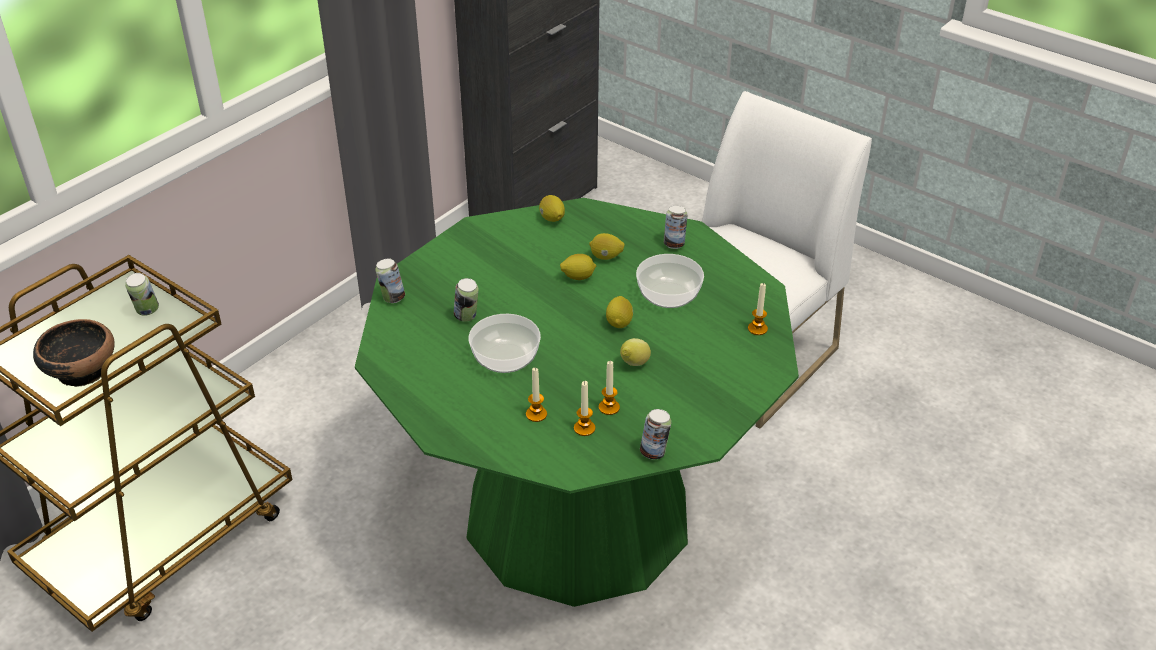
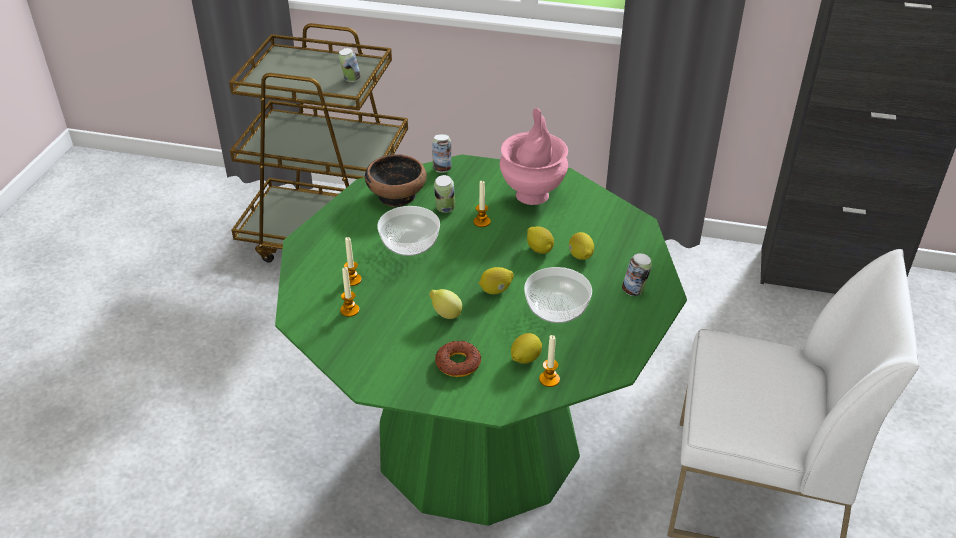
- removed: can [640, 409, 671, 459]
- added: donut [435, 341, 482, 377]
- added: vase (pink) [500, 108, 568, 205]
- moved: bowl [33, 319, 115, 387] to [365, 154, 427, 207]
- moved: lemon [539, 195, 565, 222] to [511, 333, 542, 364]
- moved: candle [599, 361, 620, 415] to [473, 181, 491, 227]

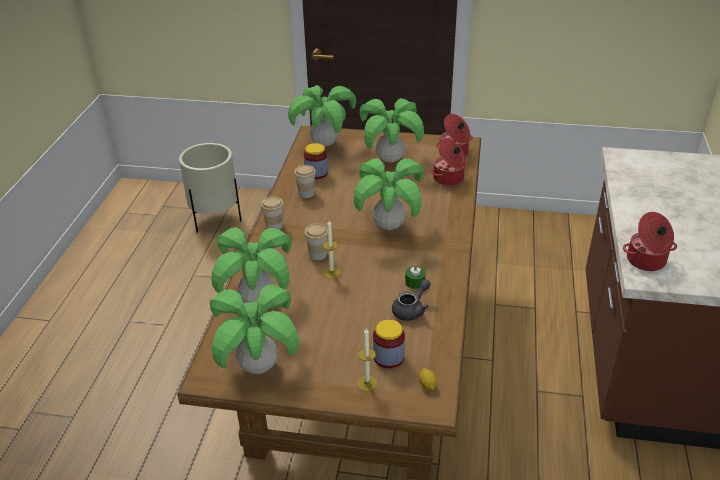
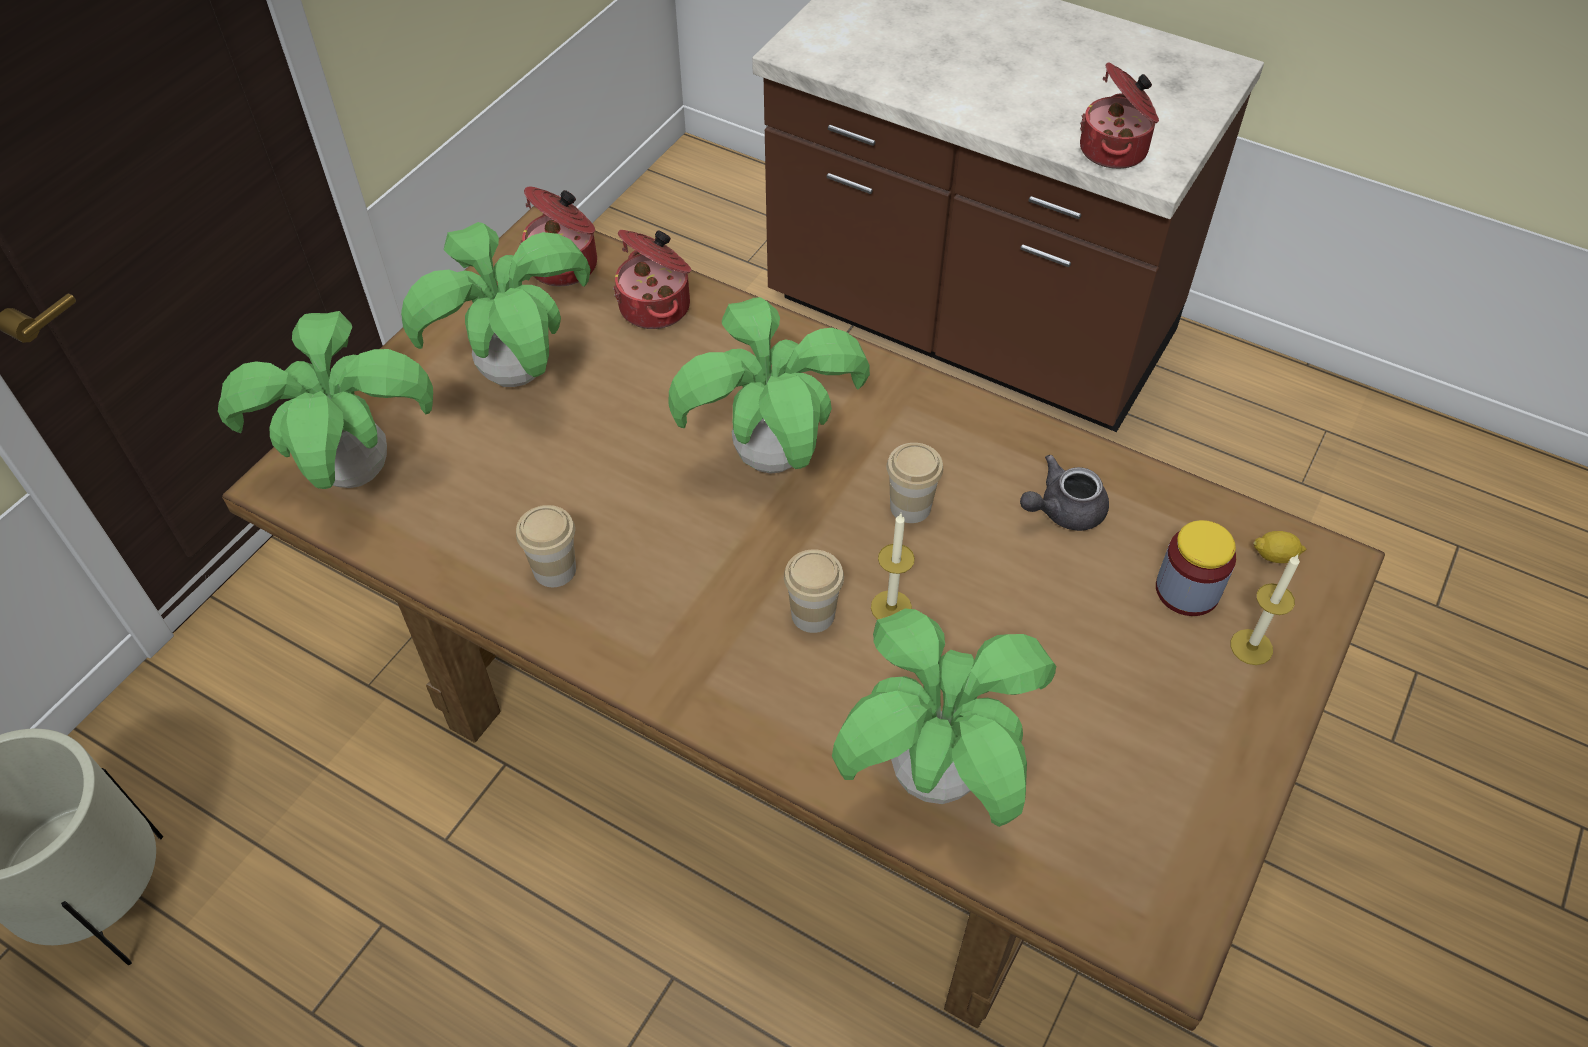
- removed: potted plant [210, 284, 299, 374]
- removed: jar [304, 143, 328, 179]
- removed: candle (green) [405, 264, 425, 289]
- moved: cup [261, 196, 284, 230] to [887, 443, 943, 523]
- turned: teapot (grey) [392, 279, 431, 321] = [1020, 455, 1109, 531] 90 degrees counterclockwise

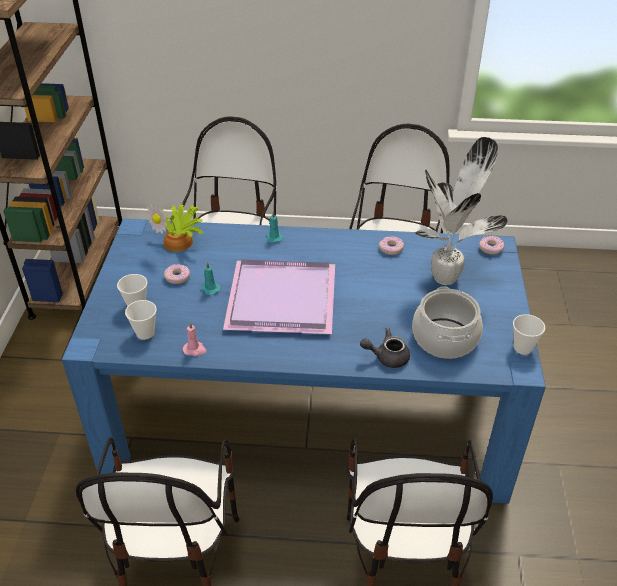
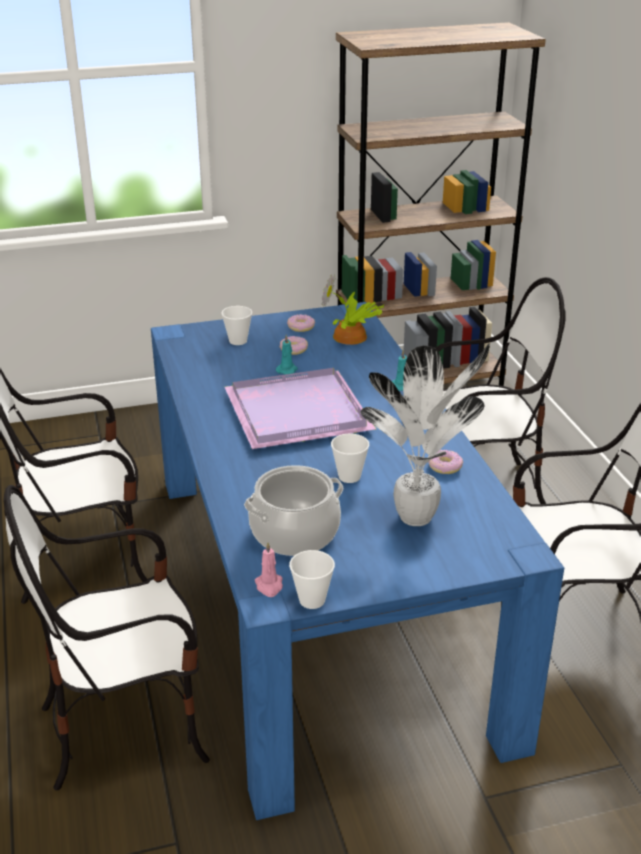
- removed: teapot (grey) [360, 328, 410, 368]
- moved: cup [125, 300, 157, 340] to [331, 434, 369, 483]
- moved: candle (pink) [183, 322, 207, 356] to [255, 542, 283, 597]
- moved: donut [479, 236, 504, 255] to [287, 314, 315, 332]

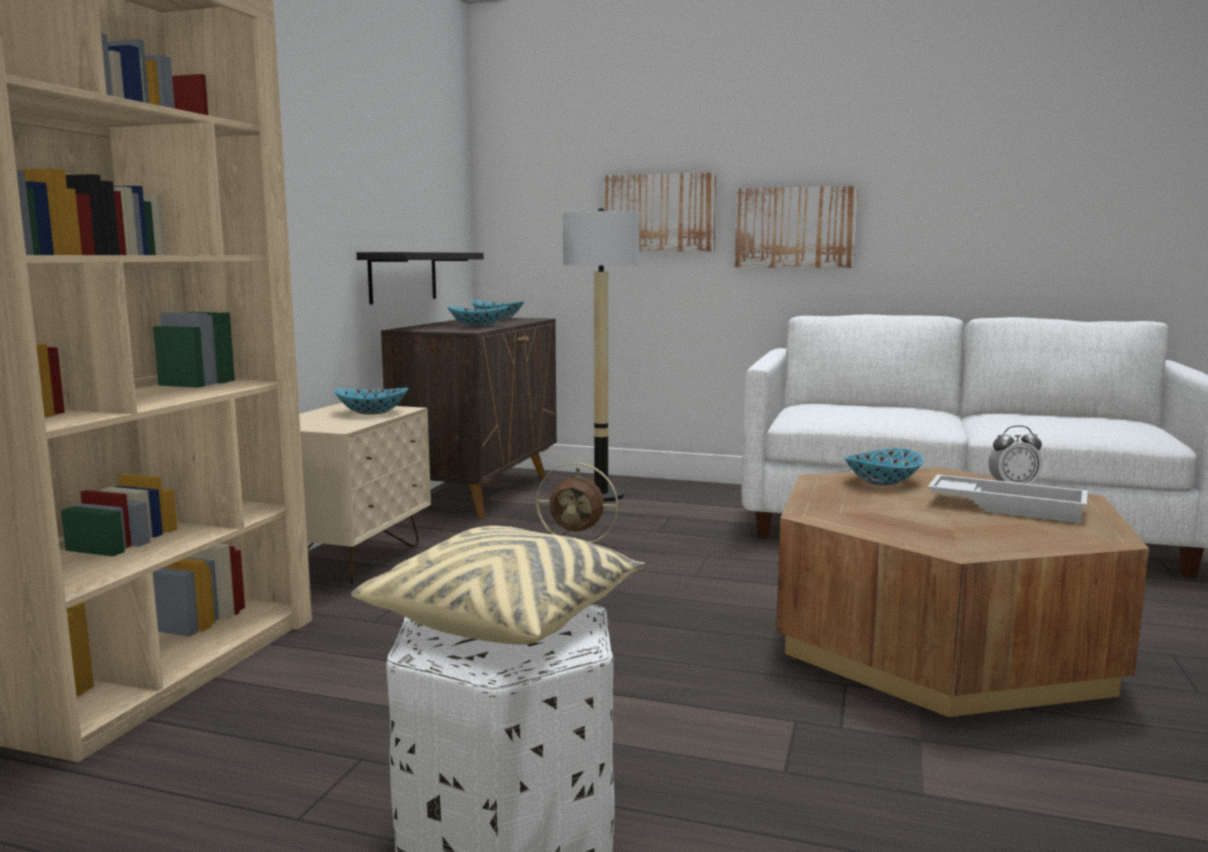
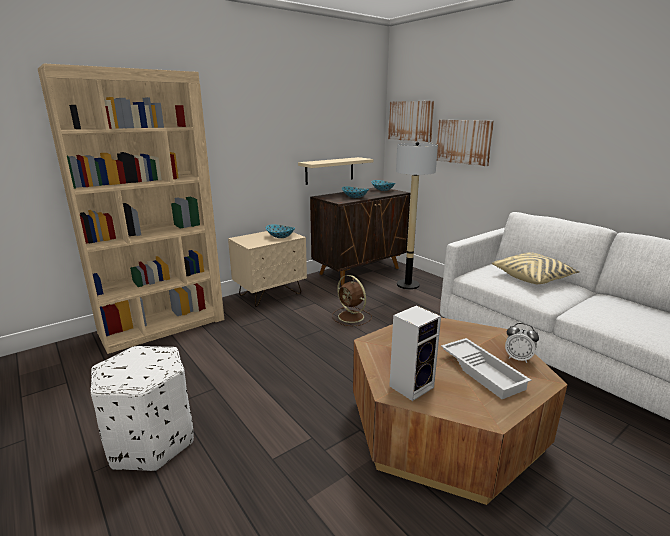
- removed: bowl [844, 448, 924, 486]
- added: speaker [389, 305, 441, 401]
- moved: pillow (beige) [351, 526, 646, 645] to [492, 253, 580, 284]
- moved: picture [735, 186, 858, 268] to [388, 101, 434, 142]
- recoloured: shelf (black) [357, 252, 484, 305] to shelf (beige) [298, 157, 373, 185]

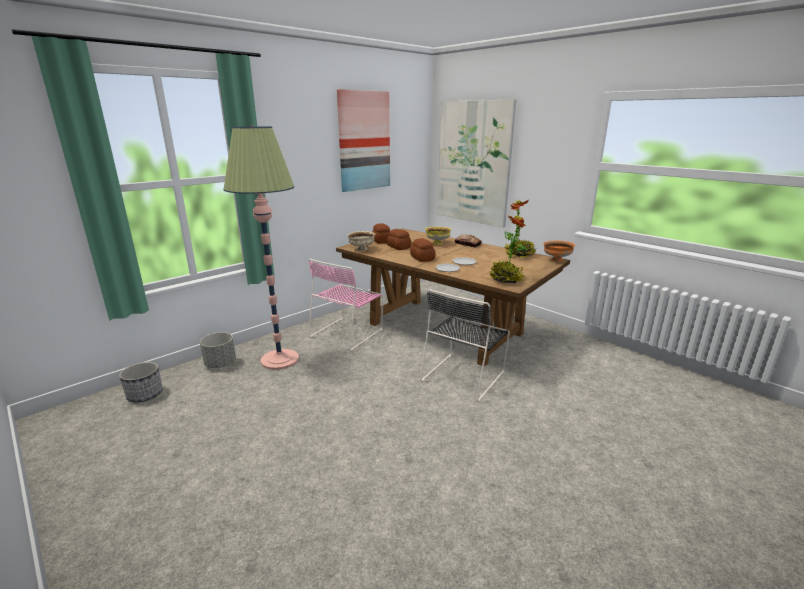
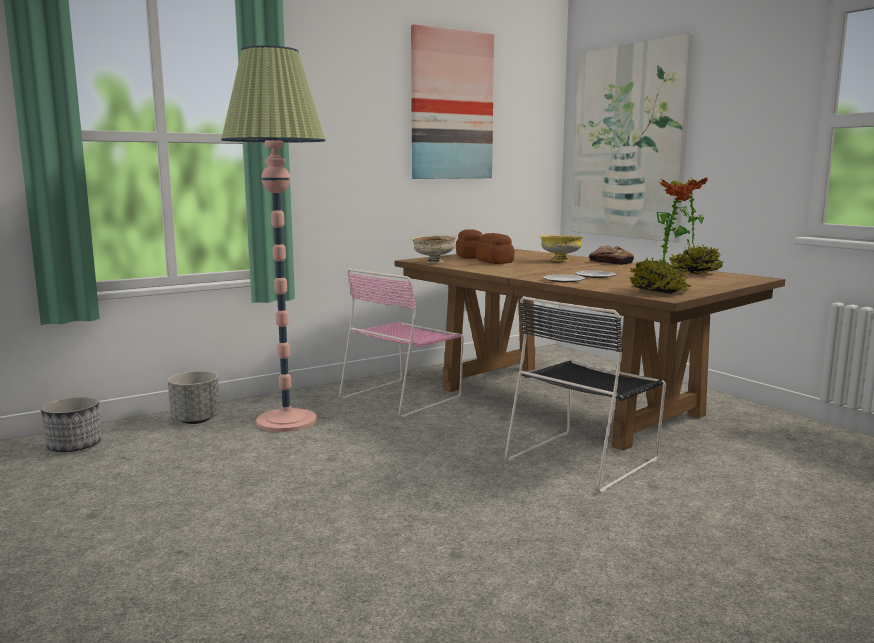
- removed: bread [410, 238, 435, 262]
- removed: bowl (orange) [543, 241, 575, 262]

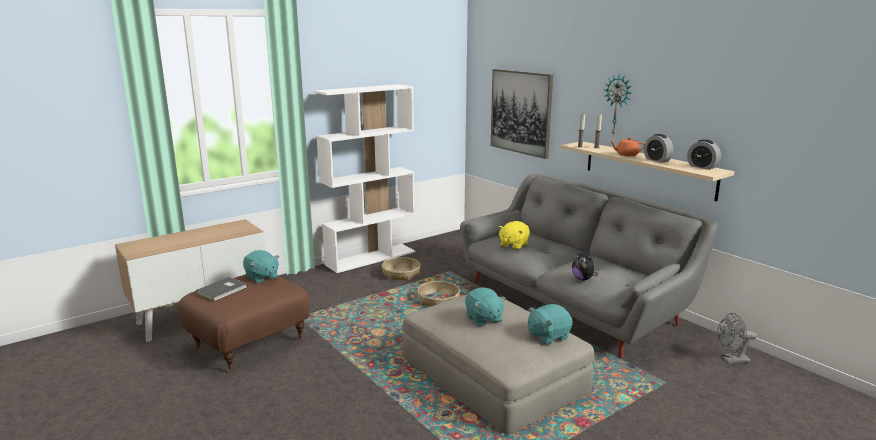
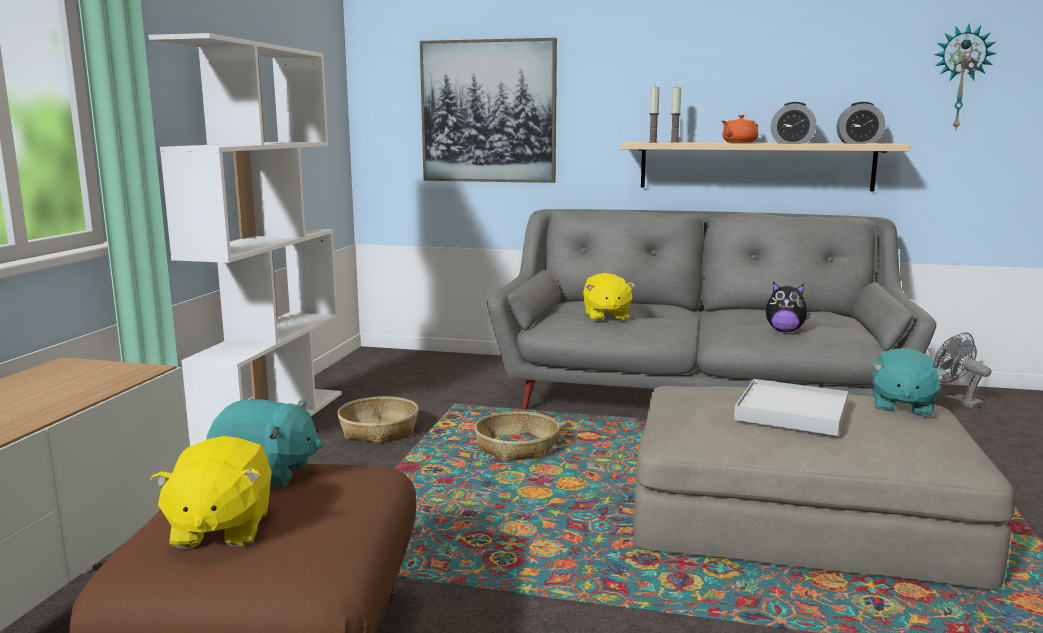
- moved: wall clock [604, 74, 631, 136] to [934, 24, 997, 131]
- replaced: book (grey) [196, 277, 247, 301] to plush toy (yellow) [150, 436, 272, 549]
- replaced: plush toy (turquoise) [465, 287, 506, 327] to tray (white) [734, 379, 848, 436]
- turned: fan (grey) [718, 313, 757, 364] = [934, 332, 992, 409] 105 degrees clockwise

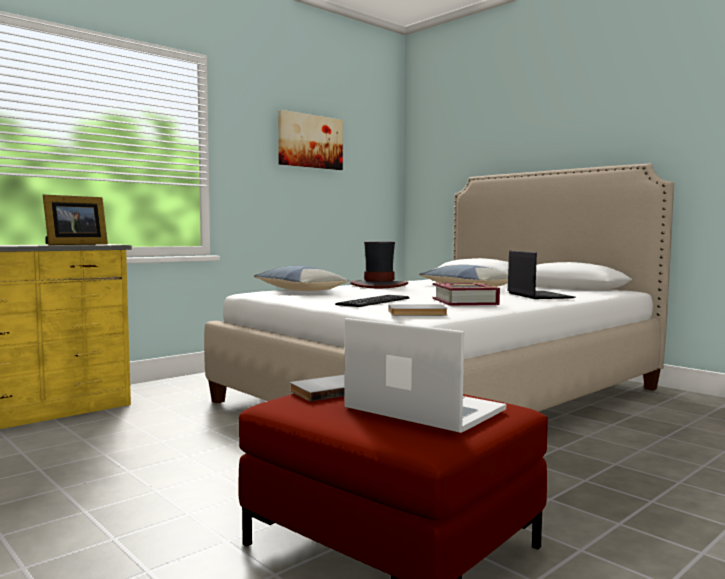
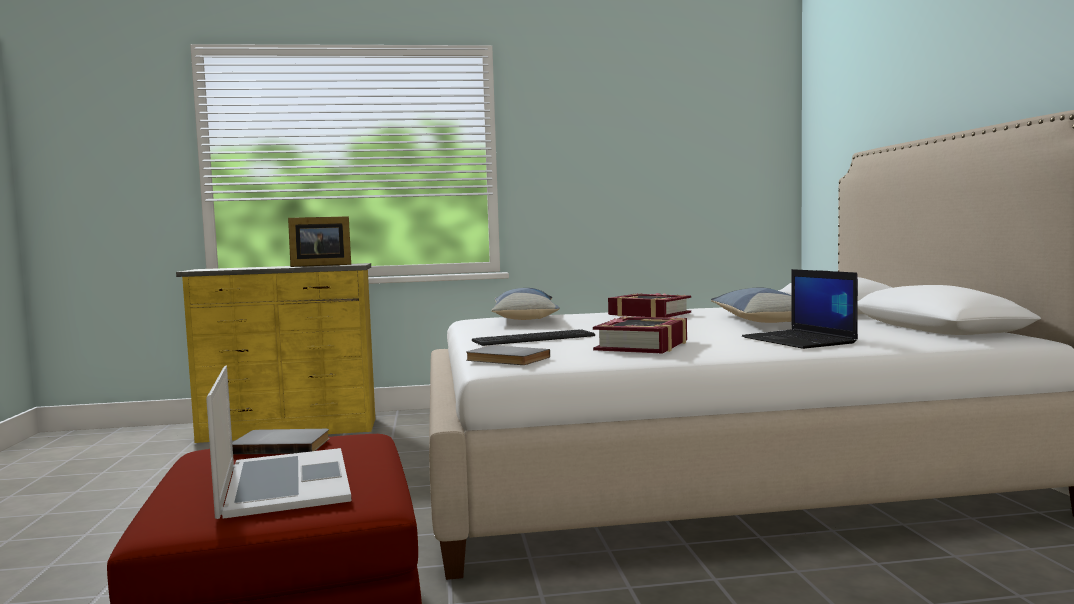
- removed: picture [278, 110, 343, 170]
- replaced: hat [350, 241, 408, 288] to book [608, 293, 691, 317]
- turned: laptop [507, 251, 576, 299] = [742, 269, 858, 349] 135 degrees clockwise

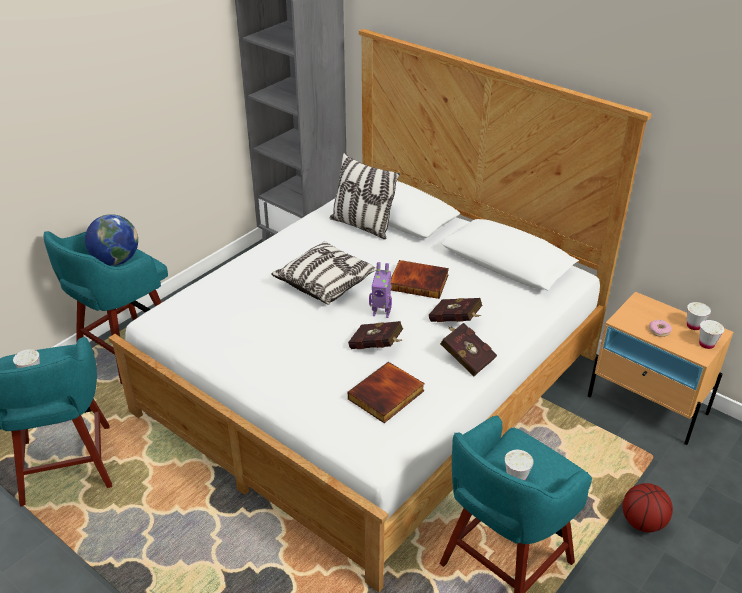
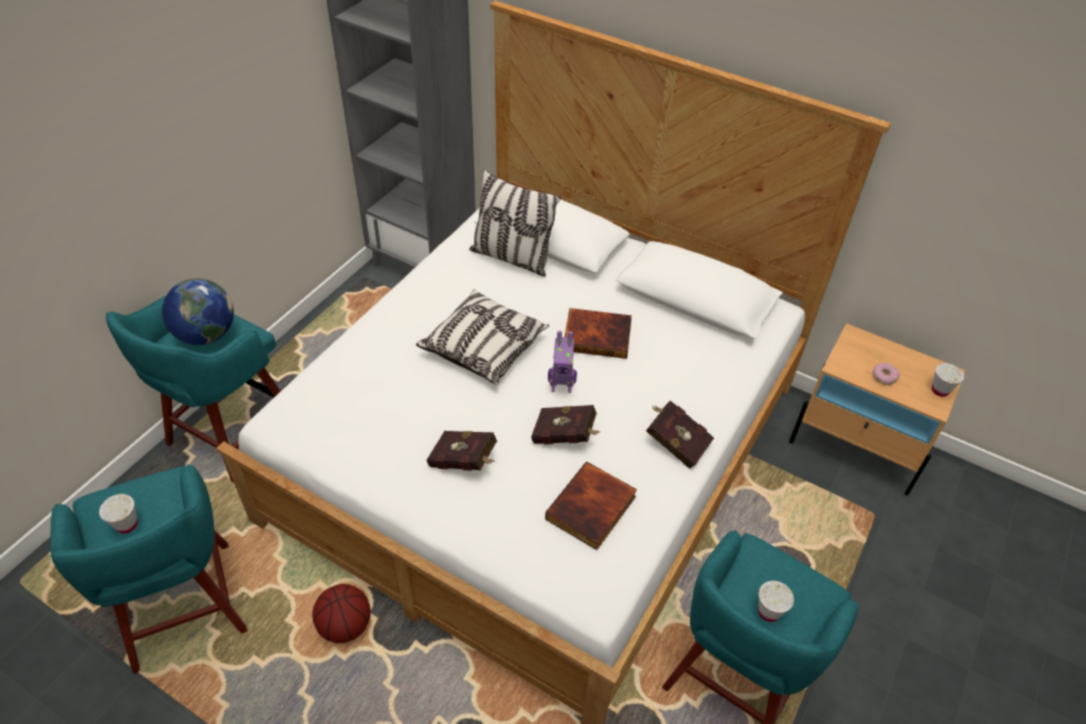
- removed: cup (white) [687, 302, 711, 330]
- moved: book (red) [429, 298, 483, 322] to [427, 431, 497, 471]
- moved: basketball [622, 483, 673, 532] to [312, 584, 371, 643]

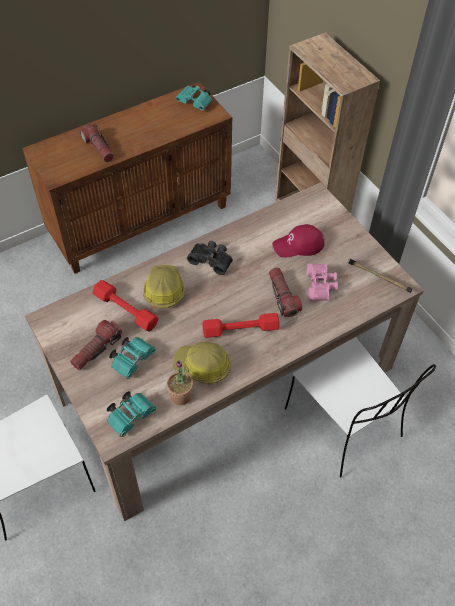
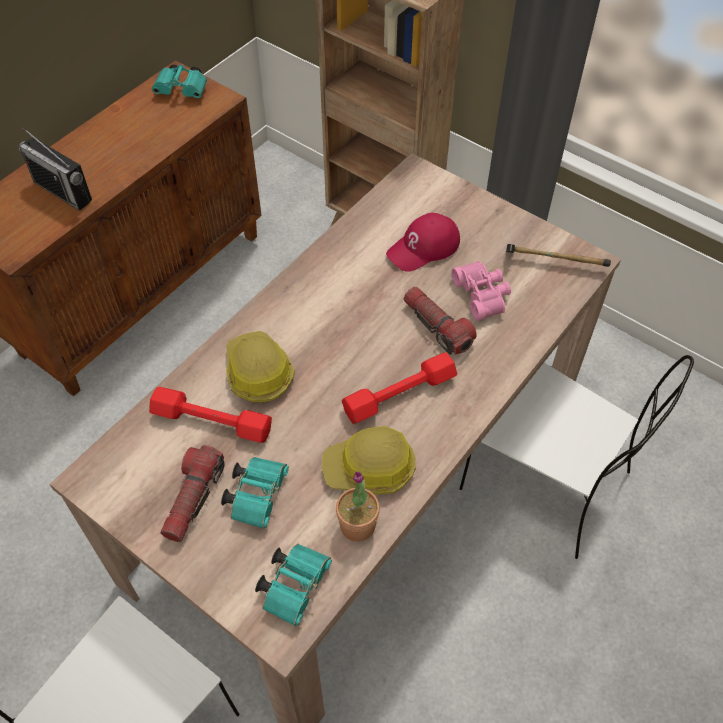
- removed: binoculars (black) [187, 241, 233, 275]
- replaced: flashlight [80, 123, 114, 162] to radio [19, 128, 92, 211]

